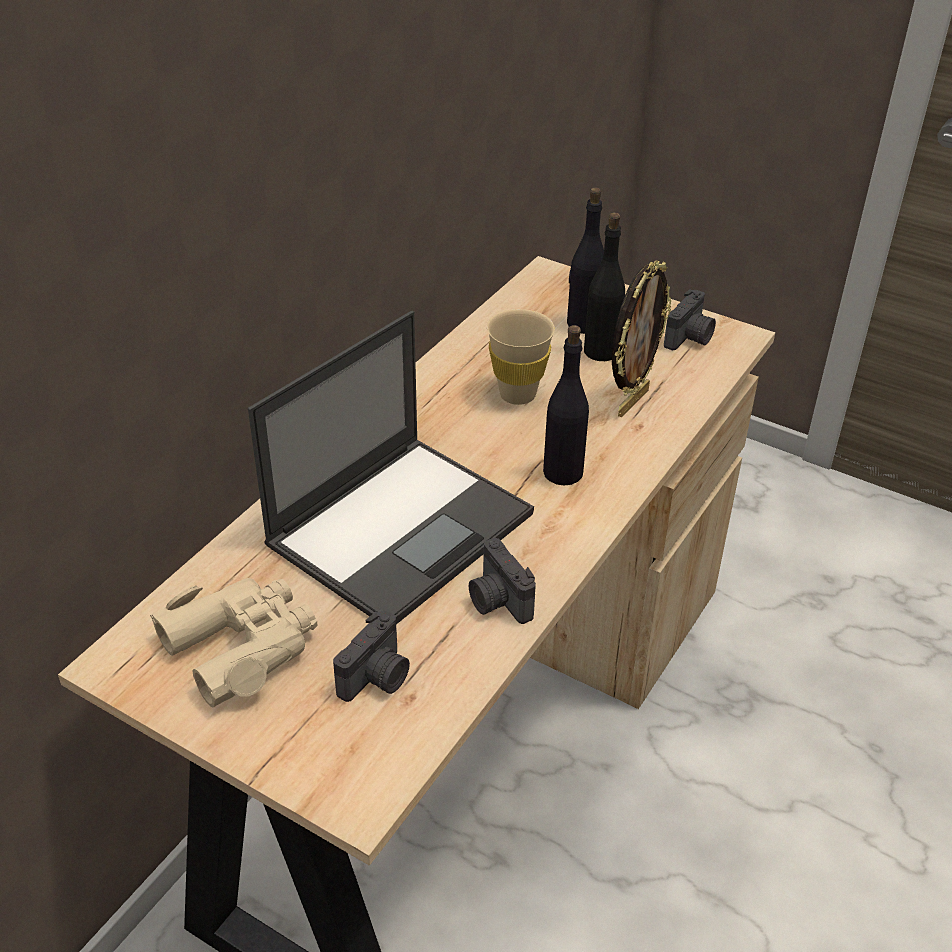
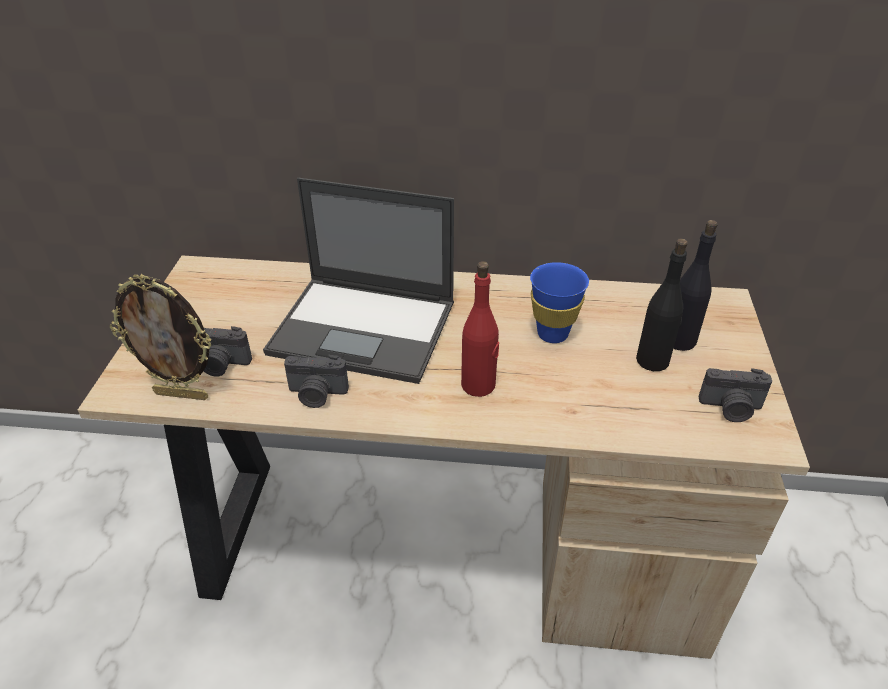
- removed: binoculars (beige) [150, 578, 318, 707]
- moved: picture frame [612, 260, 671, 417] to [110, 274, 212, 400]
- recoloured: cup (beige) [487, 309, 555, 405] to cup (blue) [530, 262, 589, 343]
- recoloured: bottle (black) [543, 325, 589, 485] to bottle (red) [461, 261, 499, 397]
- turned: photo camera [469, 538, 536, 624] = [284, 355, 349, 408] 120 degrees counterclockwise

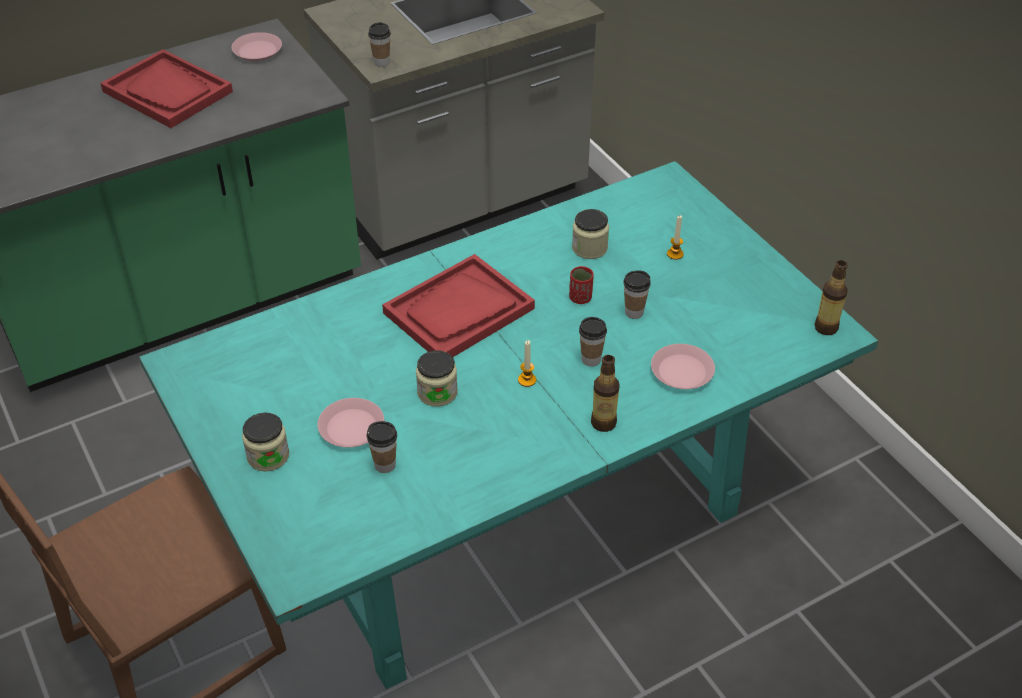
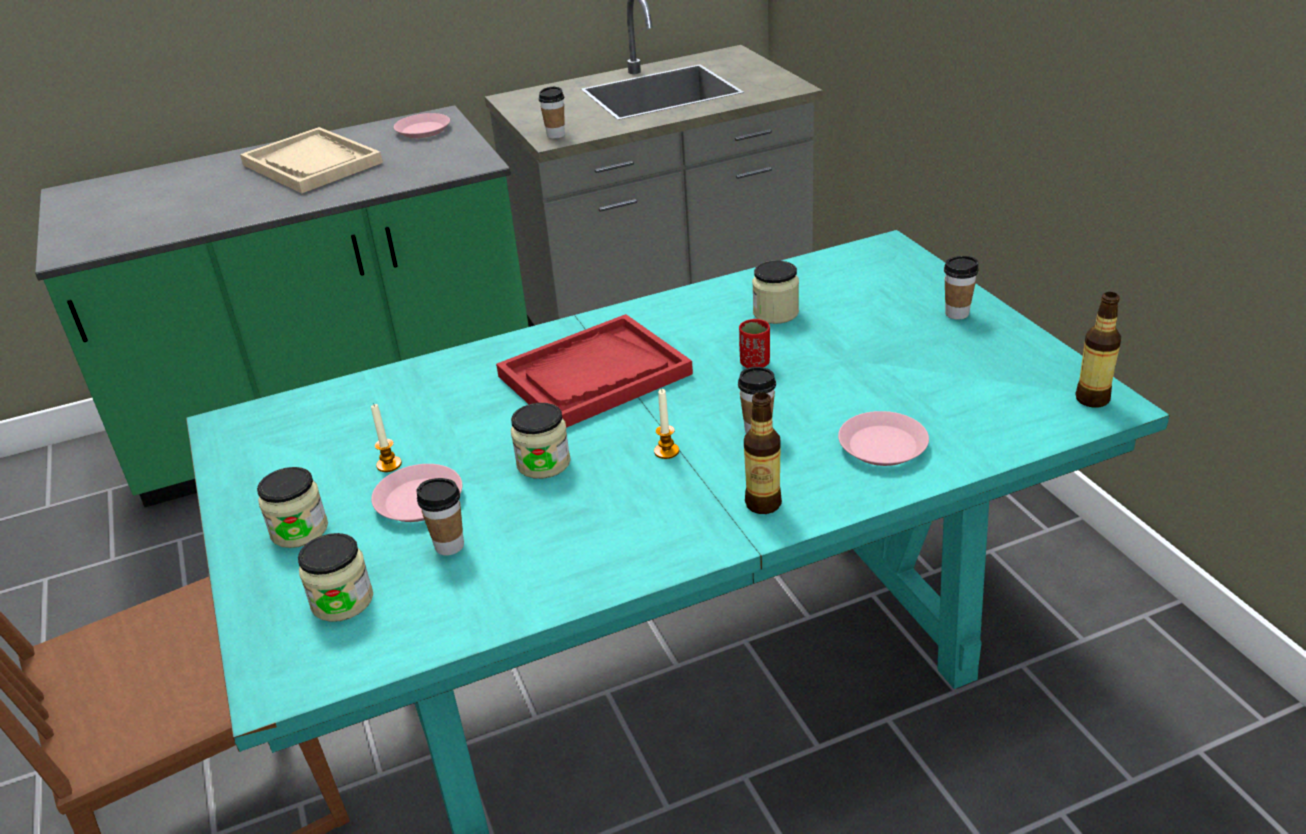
- added: jar [298, 533, 373, 622]
- moved: cup [623, 270, 651, 319] to [944, 256, 979, 320]
- moved: candle [667, 215, 684, 260] to [371, 403, 402, 472]
- recoloured: tray (red) [100, 49, 233, 128] to tray (beige) [240, 127, 383, 193]

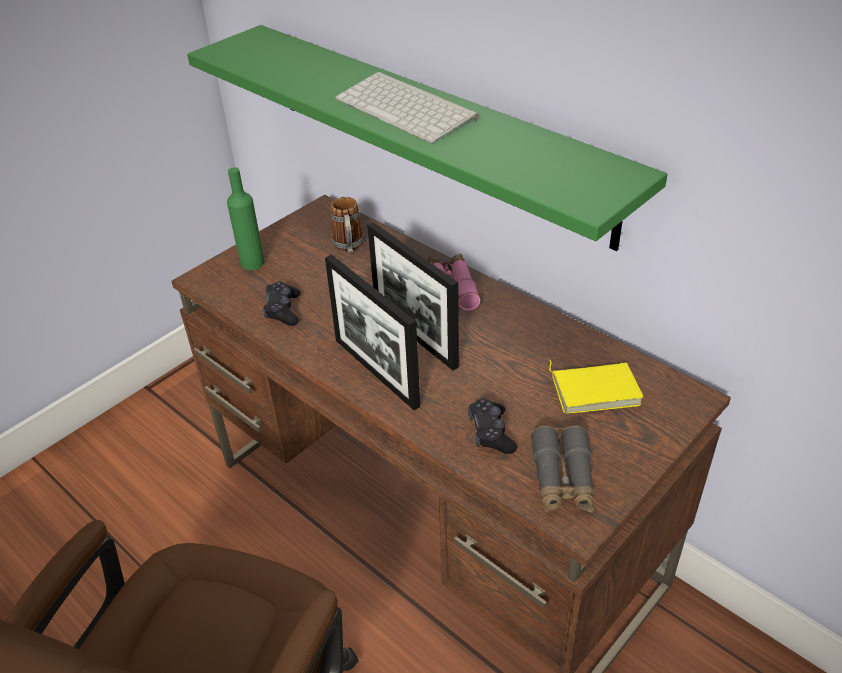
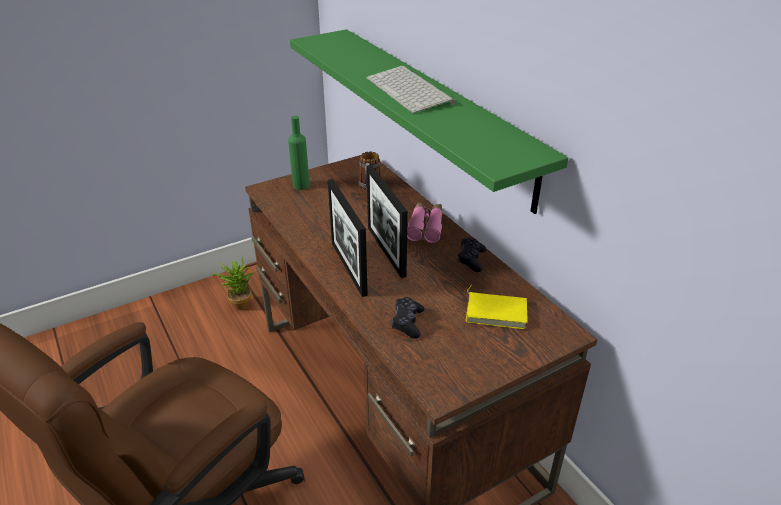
- removed: binoculars (grey) [531, 426, 594, 513]
- added: potted plant [212, 257, 254, 310]
- moved: game controller (black) [263, 281, 301, 326] to [458, 238, 487, 272]

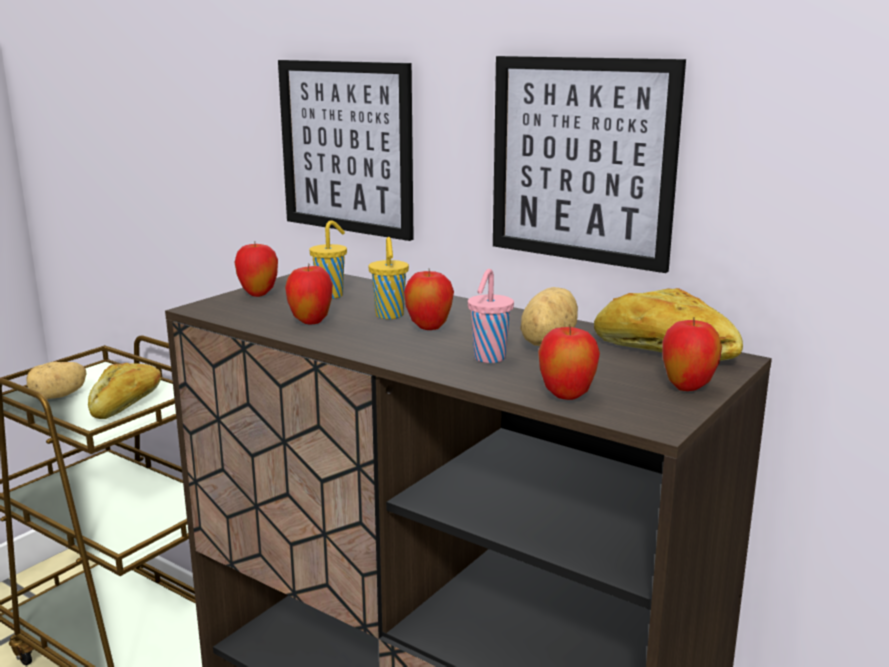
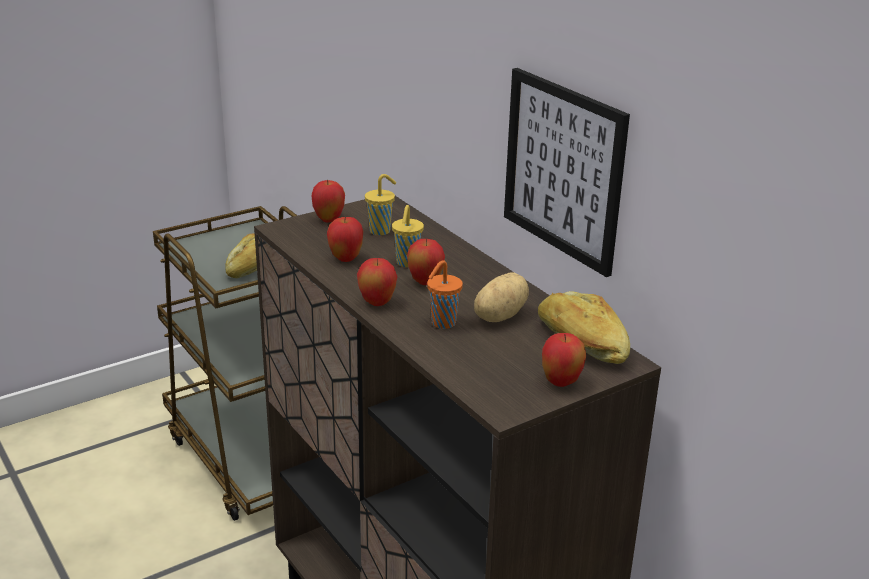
- removed: potato [27, 362, 87, 399]
- removed: picture [278, 60, 414, 241]
- moved: apple [538, 325, 600, 400] to [357, 258, 397, 306]
- recoloured: cup (pink) [468, 269, 514, 363] to cup (orange) [427, 260, 463, 329]

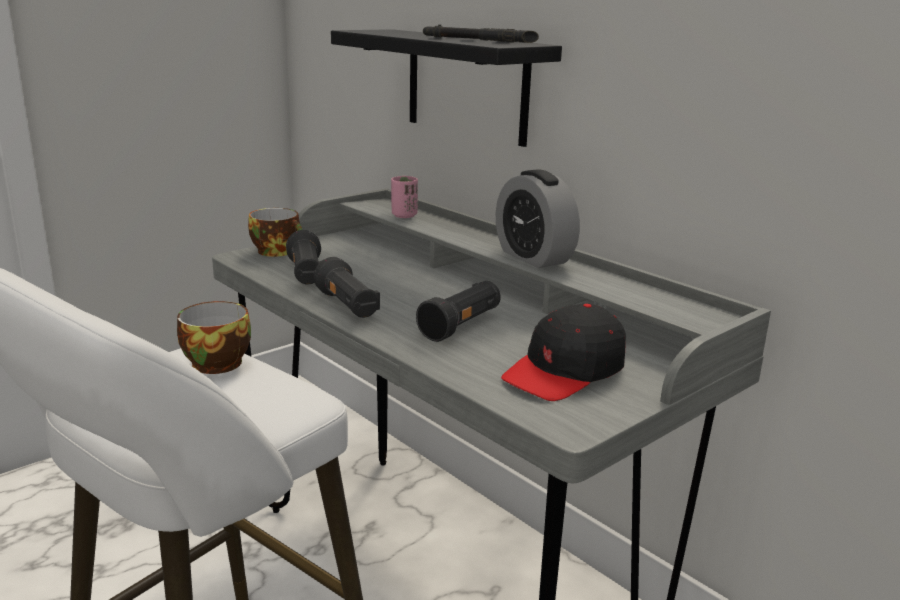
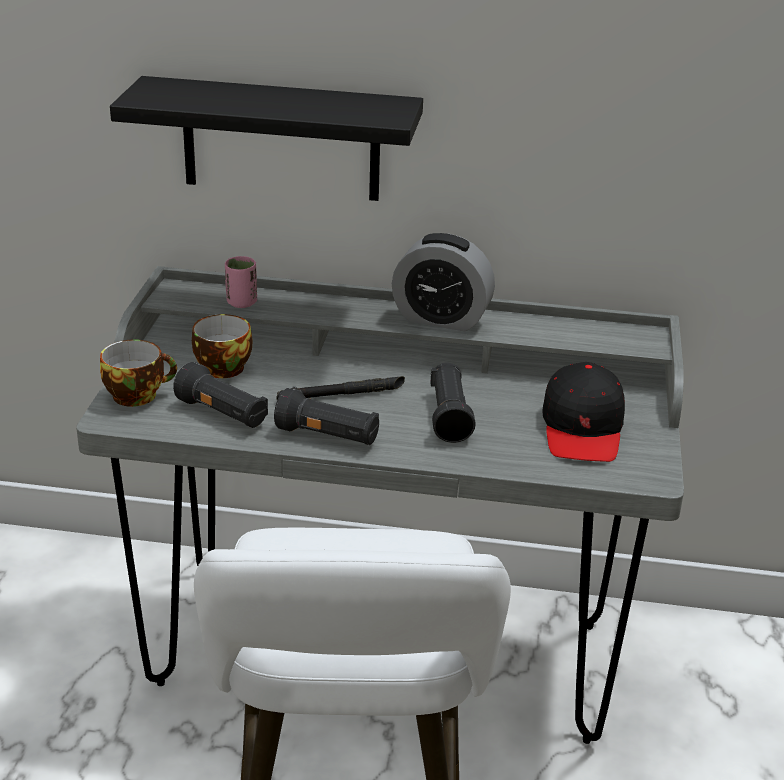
- moved: cup [177, 301, 251, 374] to [192, 314, 252, 378]
- moved: flashlight (black) [423, 24, 539, 43] to [276, 376, 405, 400]

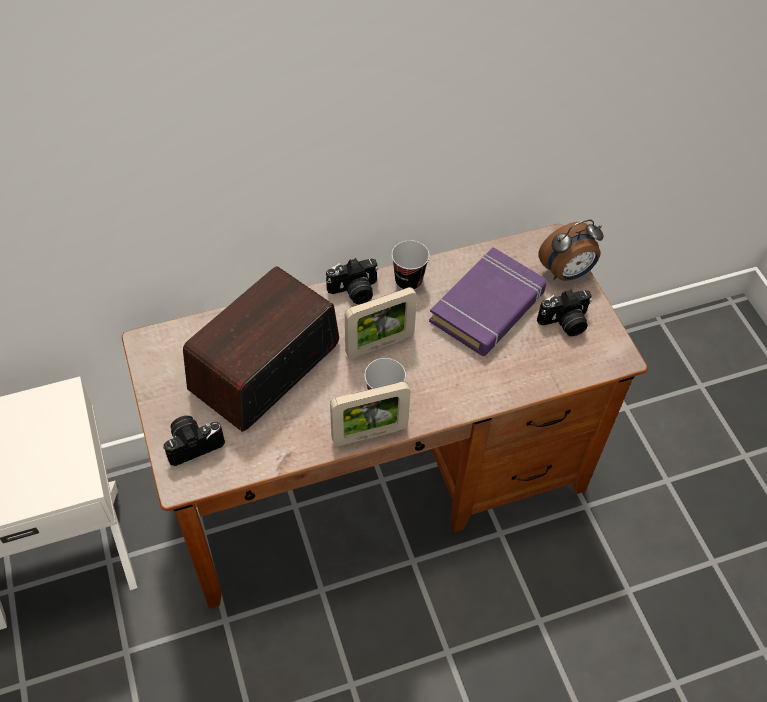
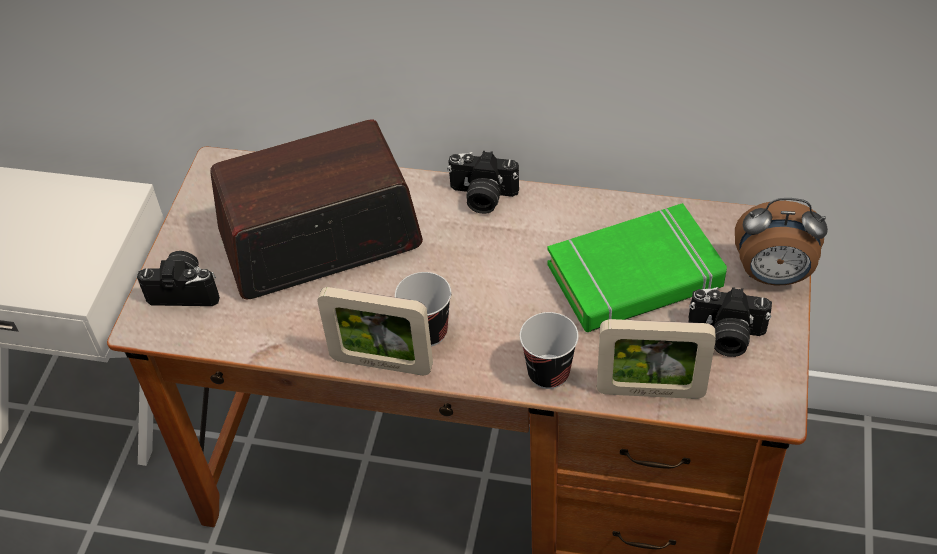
- moved: picture frame [345, 287, 417, 358] to [597, 319, 716, 399]
- moved: cup [392, 240, 430, 290] to [520, 312, 579, 389]
- recoloured: book (purple) [429, 247, 547, 356] to book (green) [548, 203, 727, 332]

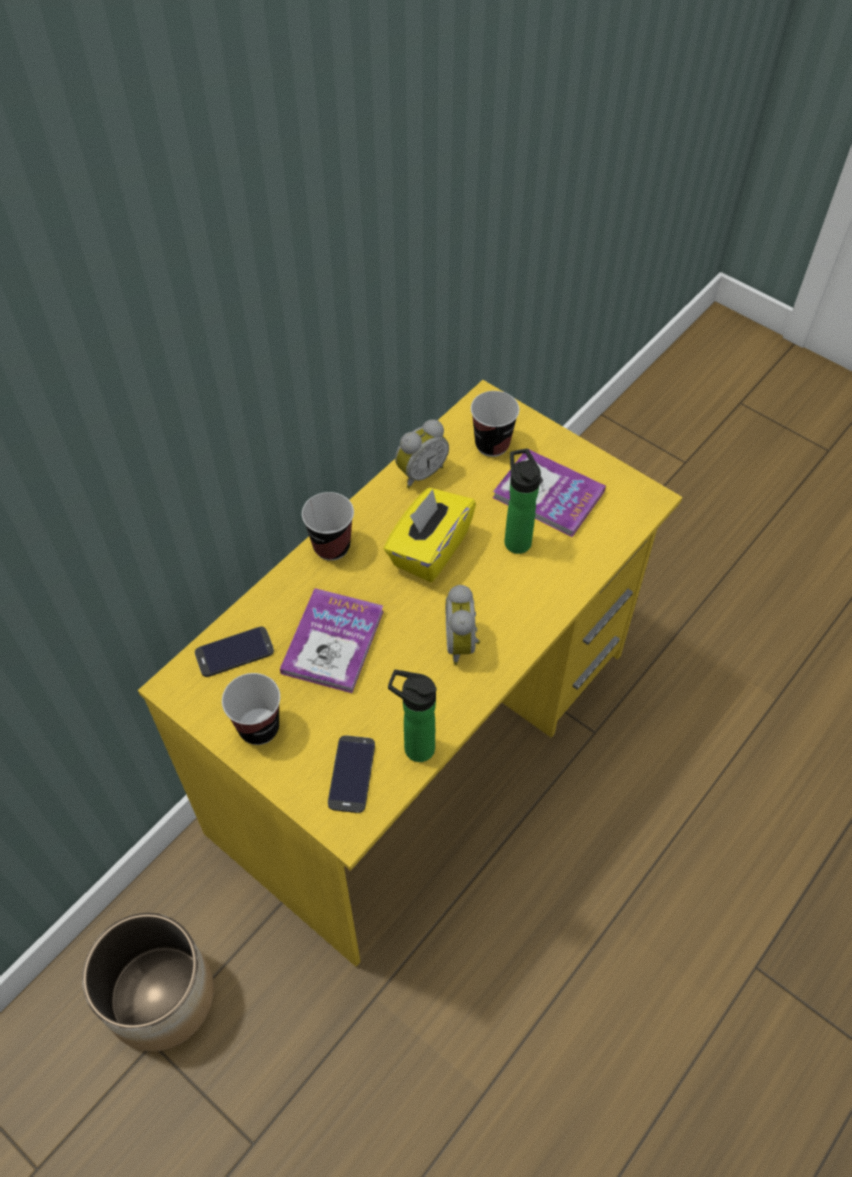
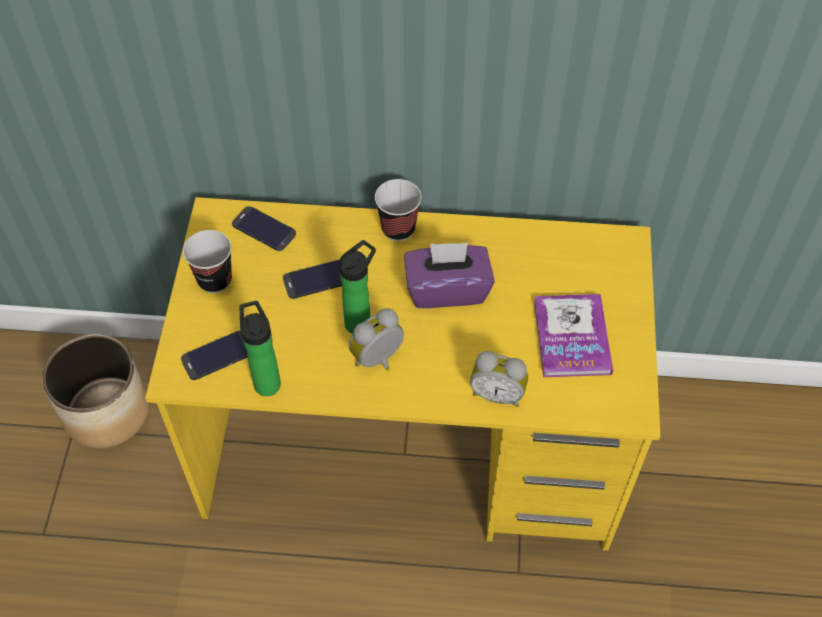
- removed: cup [471, 391, 519, 457]
- moved: alarm clock [395, 419, 449, 488] to [470, 351, 528, 407]
- moved: bottle [504, 449, 541, 554] to [339, 240, 376, 334]
- replaced: book [280, 588, 384, 693] to phone [283, 260, 342, 299]
- recoloured: tissue box (yellow) [384, 488, 476, 582] to tissue box (purple) [404, 243, 495, 308]

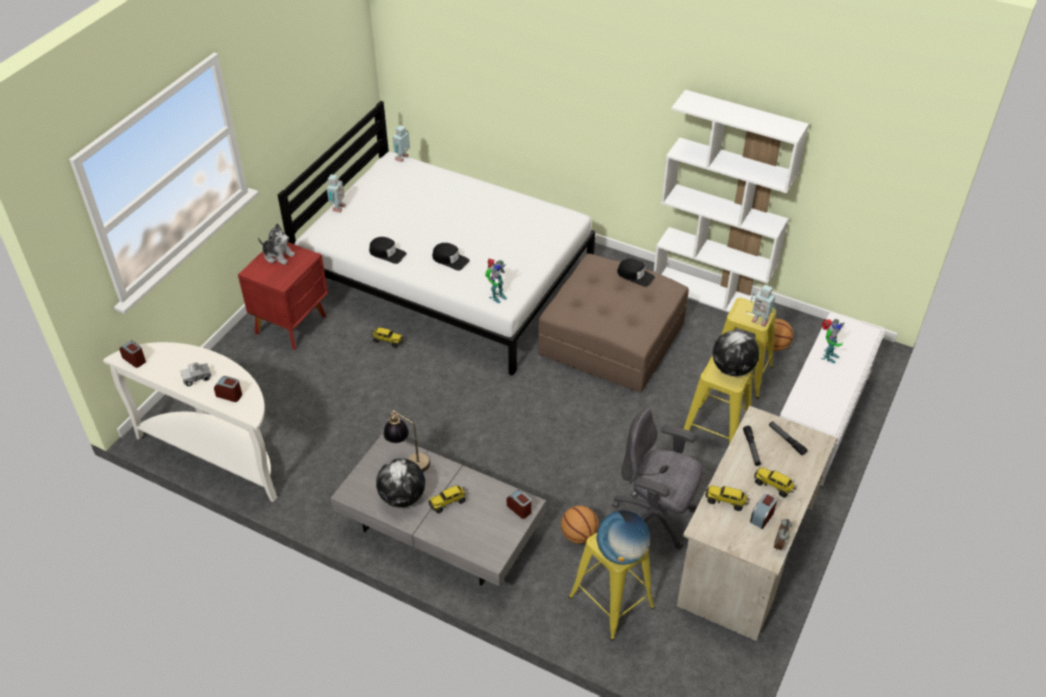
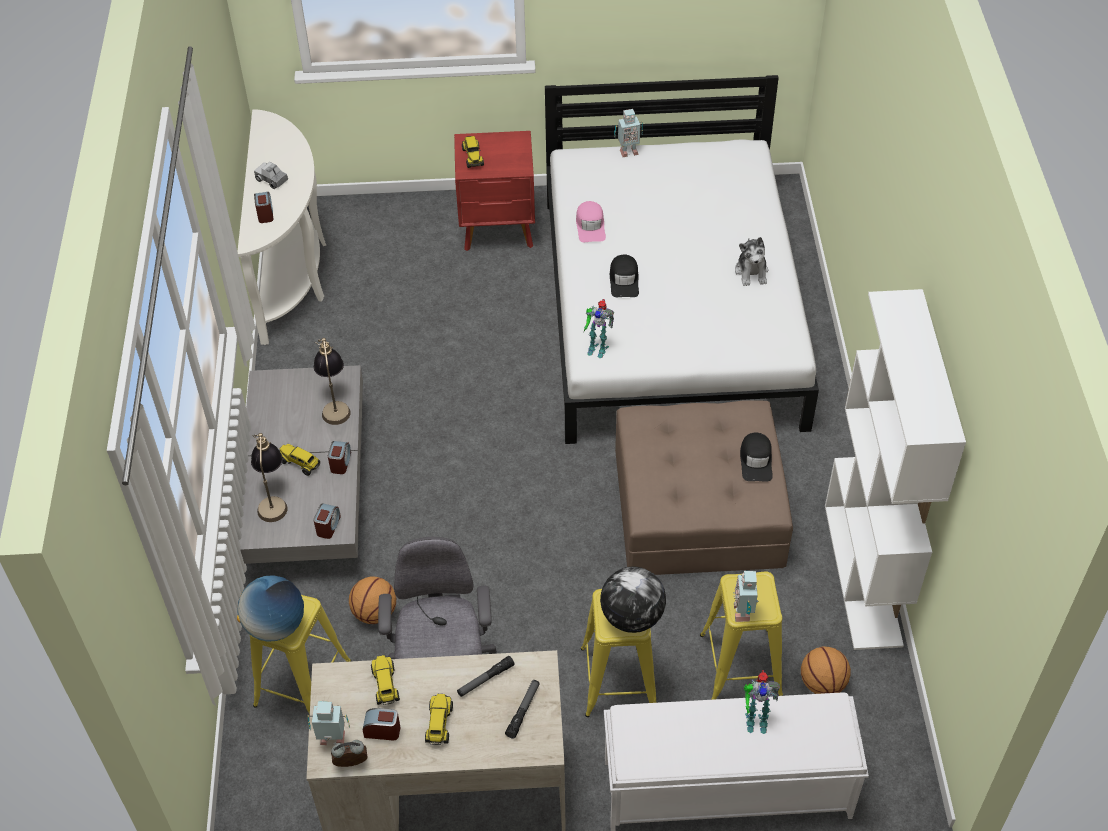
- removed: globe [376, 458, 425, 508]
- added: table lamp [251, 433, 288, 522]
- moved: alarm clock [119, 340, 146, 368] to [328, 441, 351, 474]
- moved: plush toy [258, 223, 295, 265] to [735, 237, 768, 286]
- moved: toy truck [371, 327, 403, 348] to [462, 136, 484, 168]
- moved: toy robot [393, 125, 410, 162] to [308, 700, 350, 745]
- recoloured: cap (black) [369, 237, 407, 264] to cap (pink) [576, 201, 606, 242]

